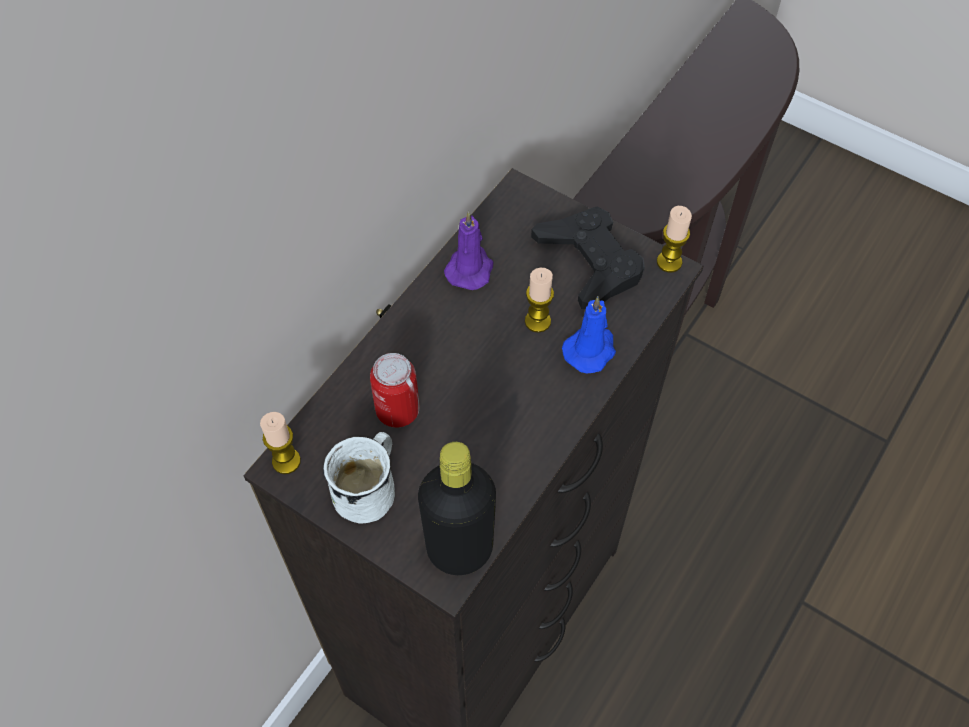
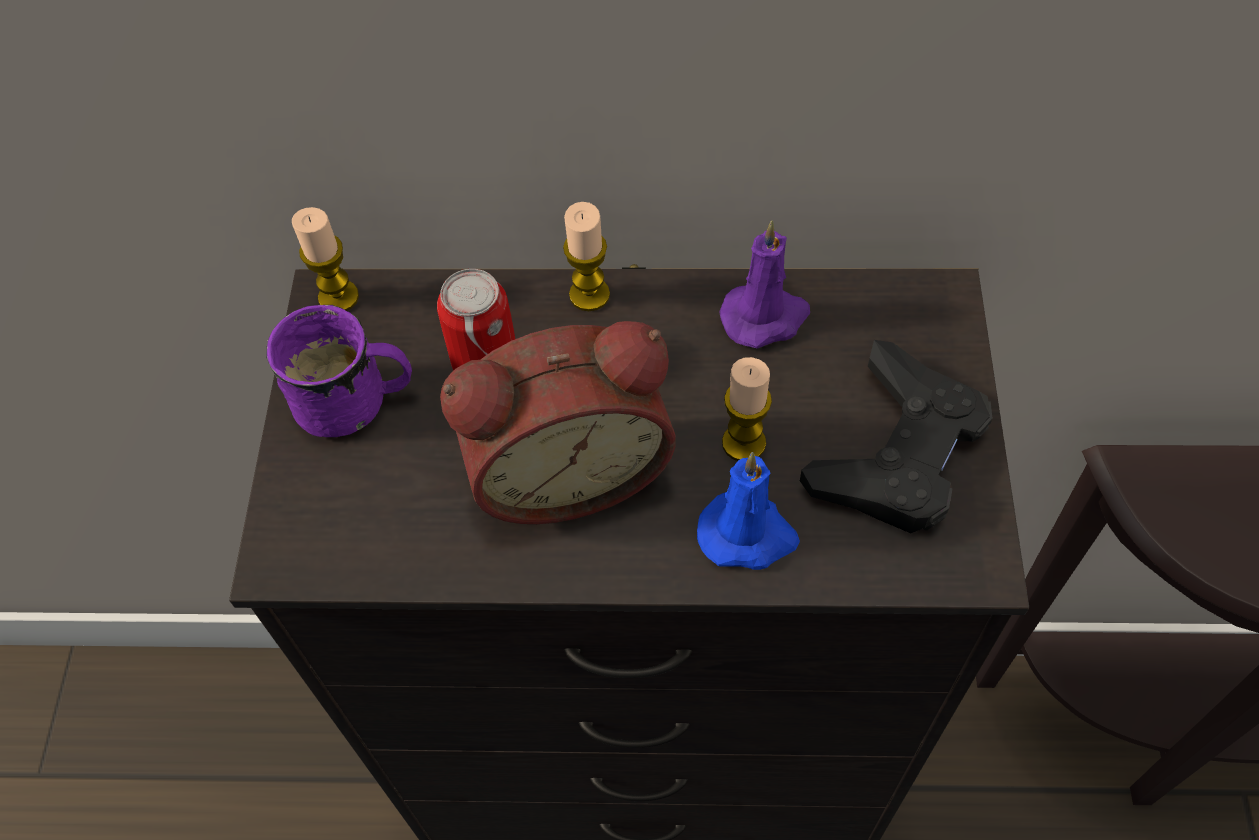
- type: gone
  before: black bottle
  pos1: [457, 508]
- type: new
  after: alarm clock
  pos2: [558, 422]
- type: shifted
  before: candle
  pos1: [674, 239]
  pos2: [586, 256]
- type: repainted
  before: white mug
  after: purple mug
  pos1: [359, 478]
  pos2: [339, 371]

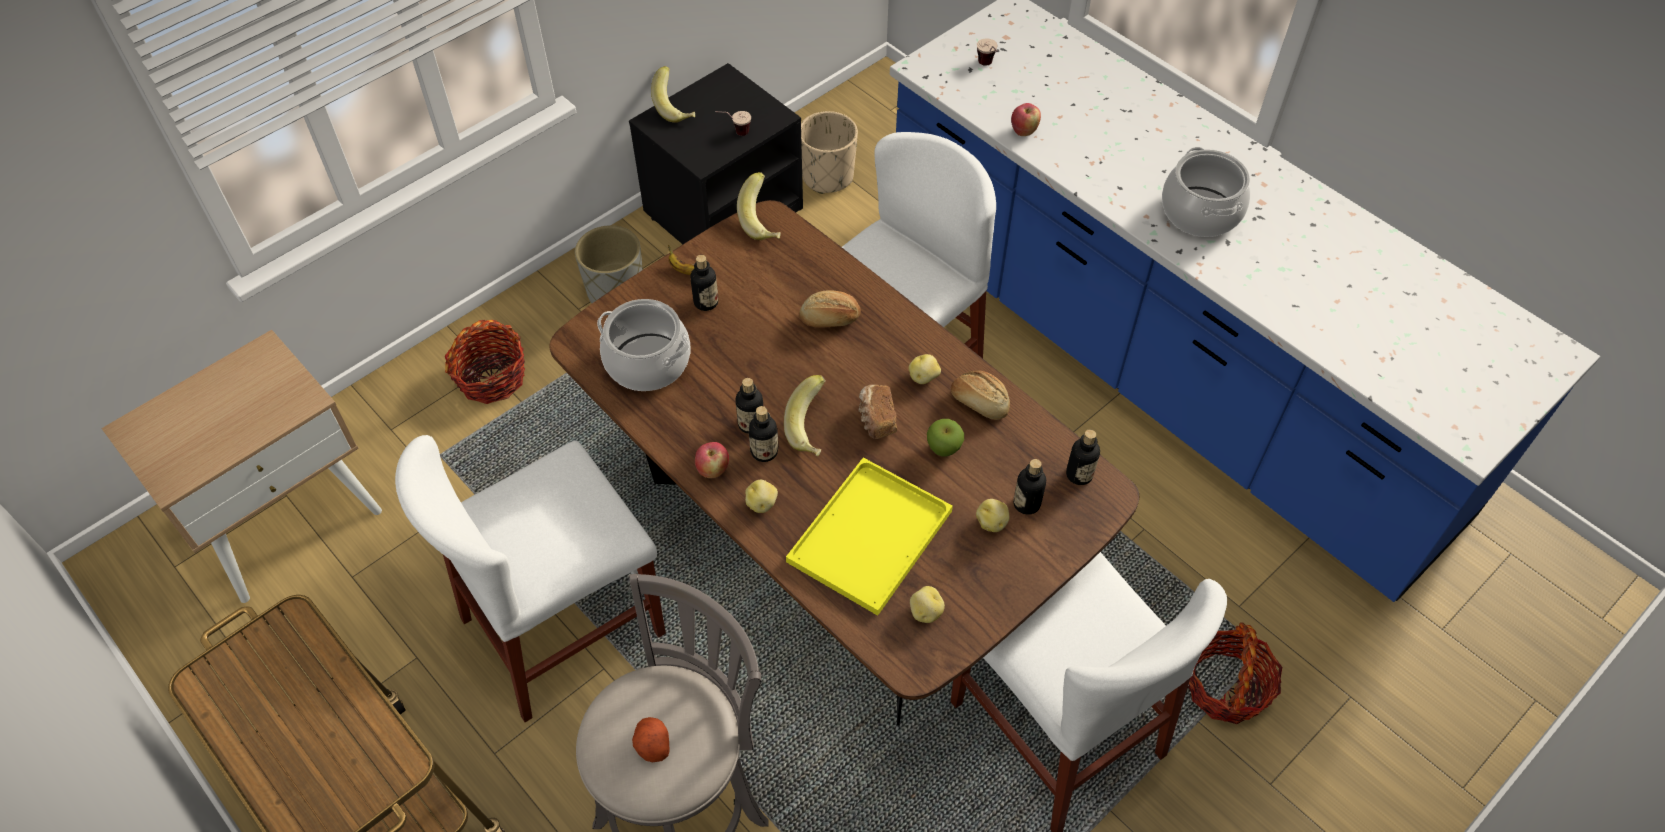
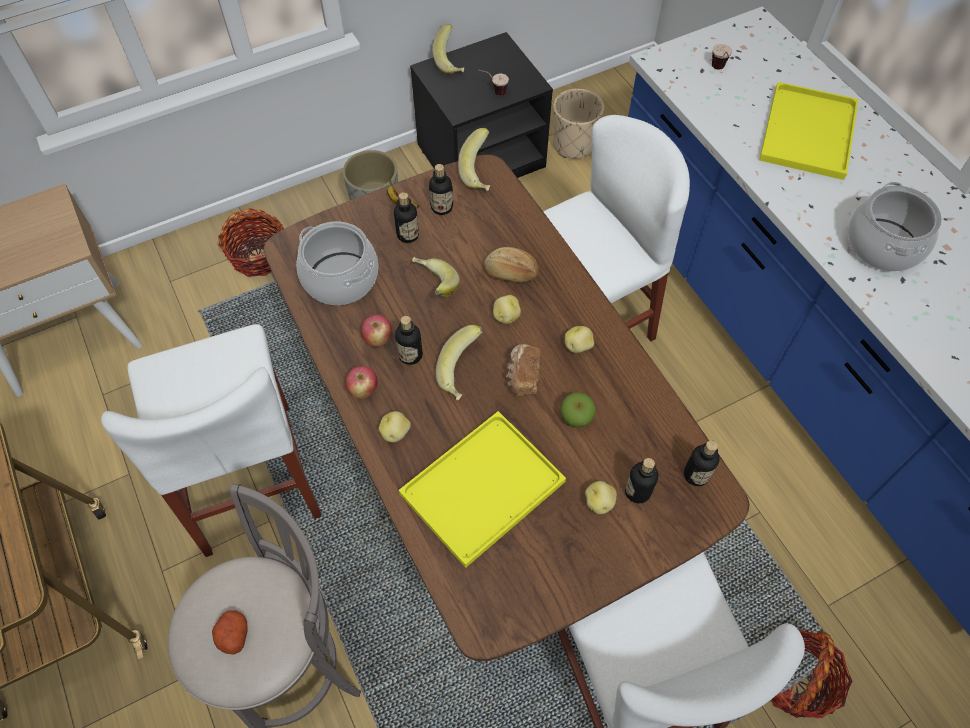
- type: gone
  before: bread
  pos1: [980, 395]
- type: new
  after: banana
  pos2: [436, 277]
- type: new
  after: yellow tray
  pos2: [809, 131]
- type: shifted
  before: bottle
  pos1: [763, 434]
  pos2: [441, 189]
- type: shifted
  before: potato
  pos1: [927, 604]
  pos2: [507, 309]
- type: shifted
  before: apple
  pos1: [1026, 119]
  pos2: [376, 331]
- type: rotated
  before: white chair
  pos1: [530, 578]
  pos2: [211, 440]
  turn: -90

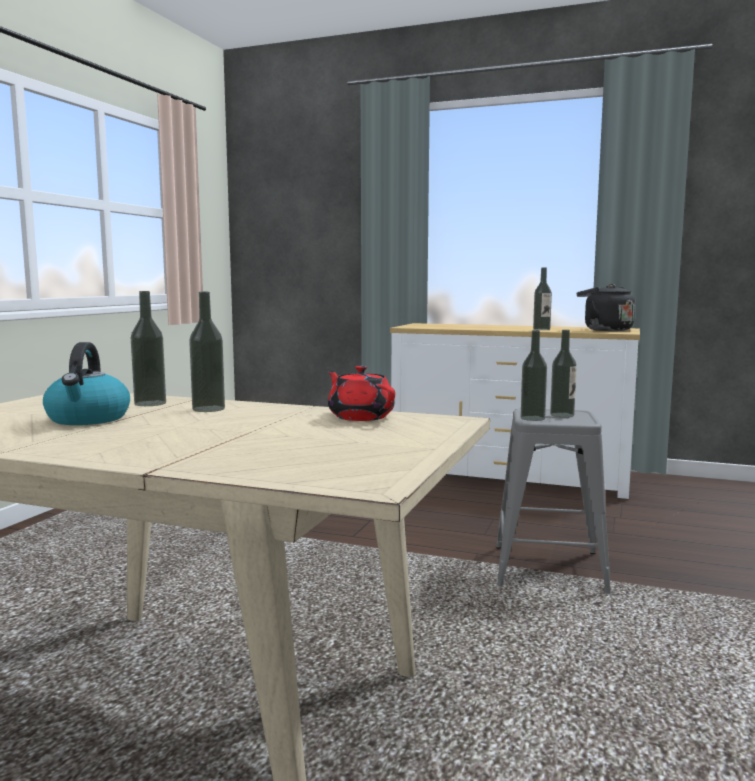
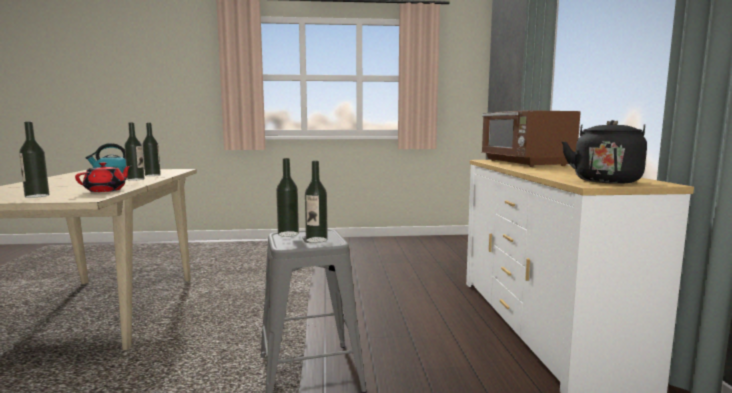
- type: new
  after: brown microwave
  pos2: [531, 138]
- type: shifted
  before: bottle
  pos1: [542, 298]
  pos2: [34, 160]

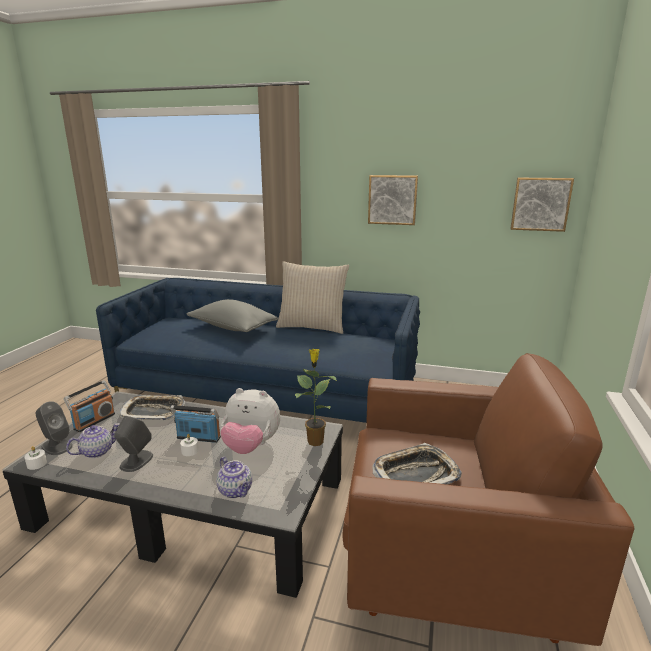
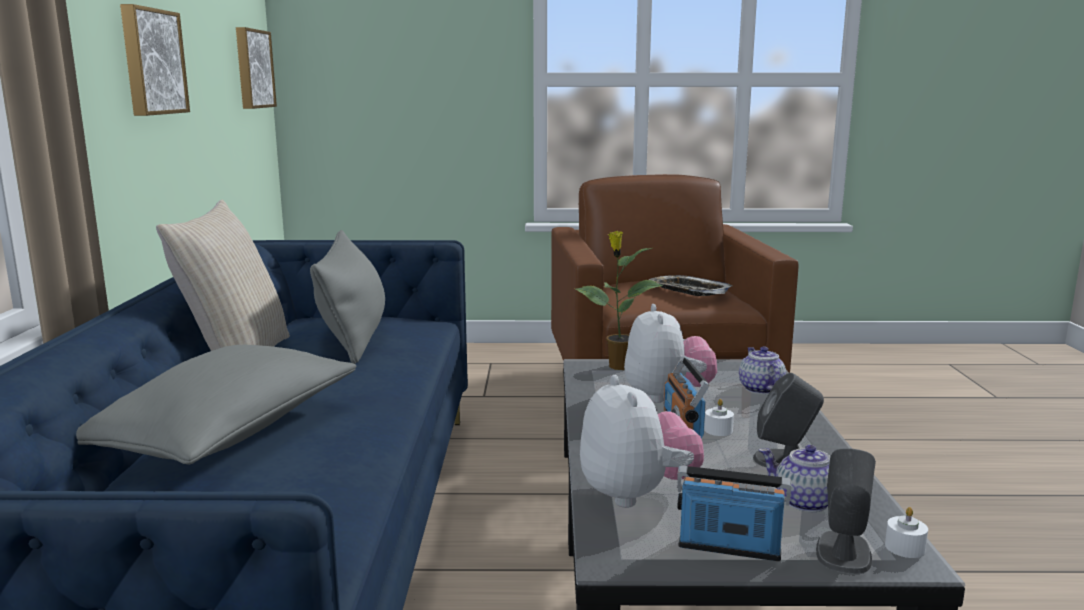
- type: new
  after: grey pillow
  pos2: [347, 297]
- type: swapped
  before: tray
  after: plush toy
  pos1: [152, 407]
  pos2: [642, 441]
- type: rotated
  before: teapot
  pos1: [234, 477]
  pos2: [762, 370]
  turn: -45

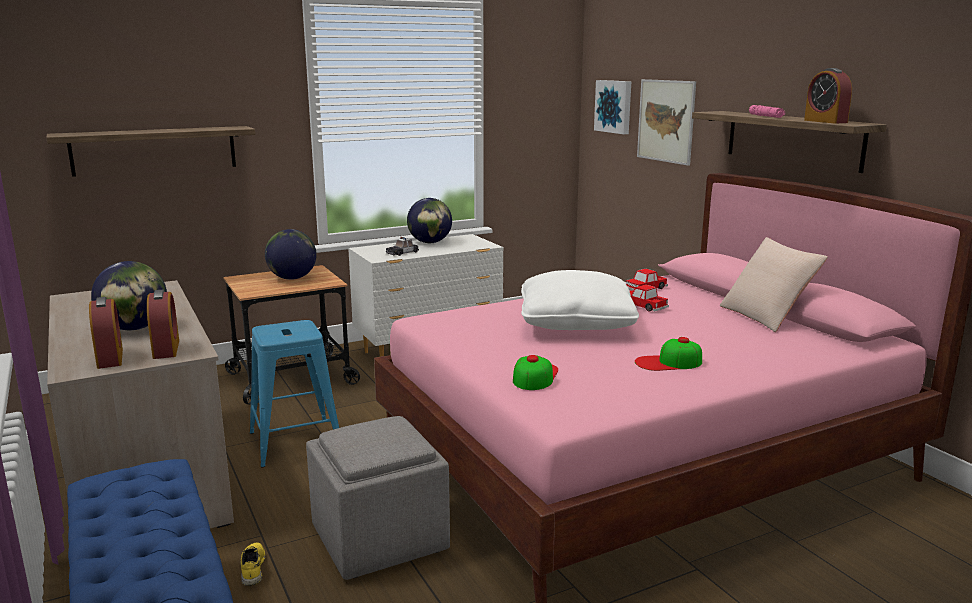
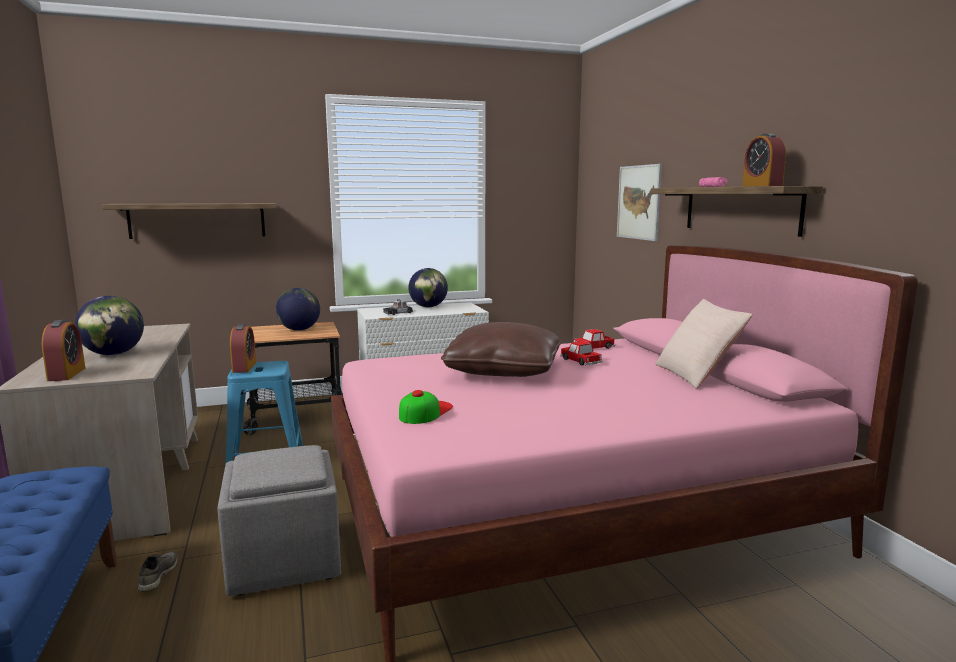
- type: gone
  before: picture
  pos1: [612, 107]
- type: gone
  before: cap
  pos1: [668, 354]
- type: shifted
  before: alarm clock
  pos1: [163, 324]
  pos2: [243, 348]
- type: repainted
  before: yellow shoe
  after: grey shoe
  pos1: [252, 564]
  pos2: [158, 572]
- type: repainted
  before: white pillow
  after: brown pillow
  pos1: [580, 300]
  pos2: [501, 349]

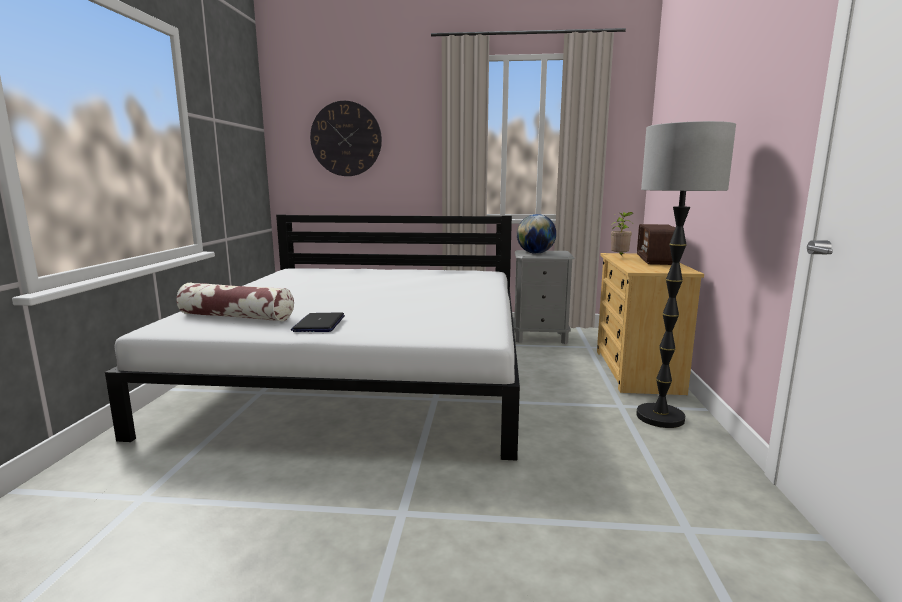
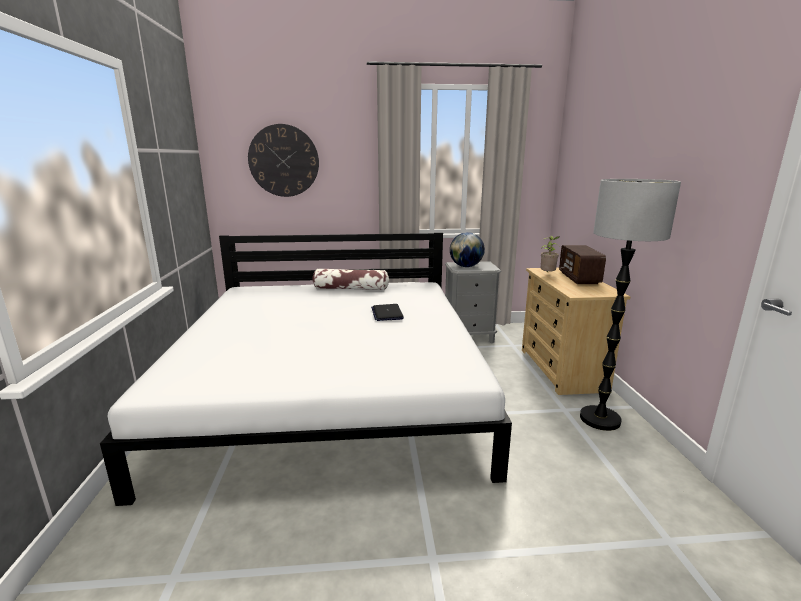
- type: shifted
  before: pillow
  pos1: [235, 302]
  pos2: [351, 279]
- type: shifted
  before: laptop
  pos1: [318, 322]
  pos2: [387, 312]

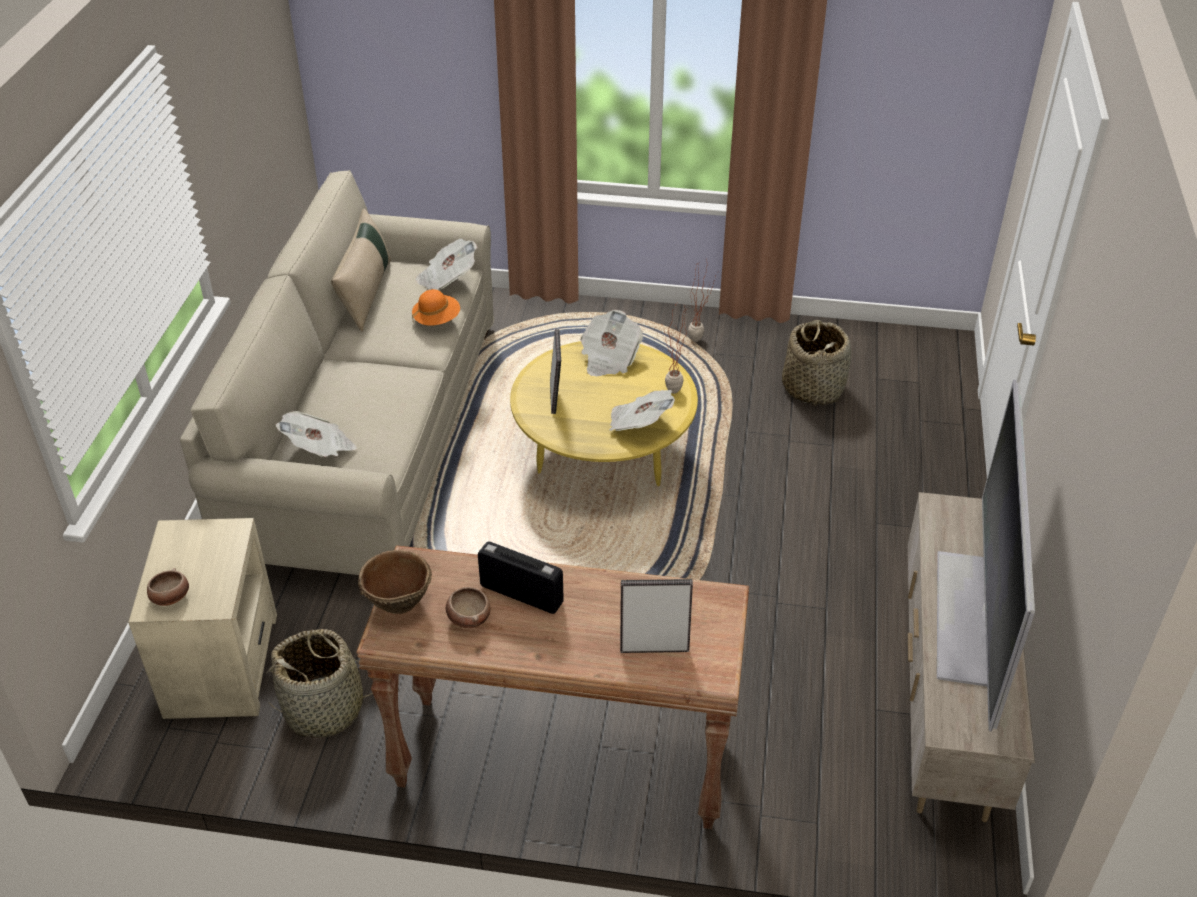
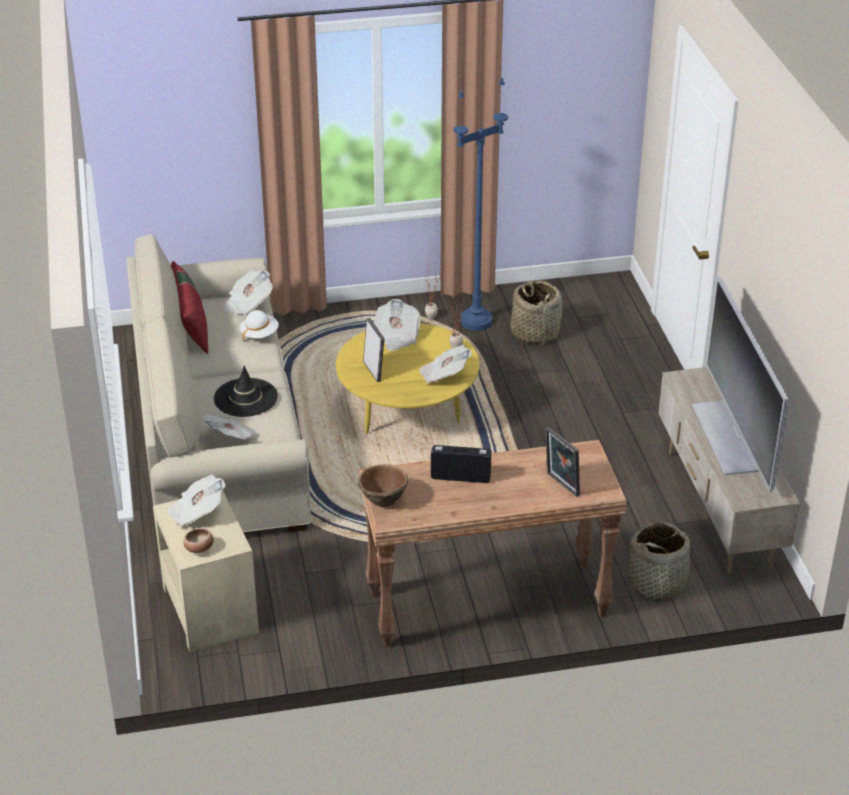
- type: gone
  before: bowl
  pos1: [468, 607]
- type: new
  after: newspaper
  pos2: [195, 501]
- type: new
  after: black hat
  pos2: [246, 391]
- type: new
  after: blue floor lamp
  pos2: [480, 204]
- type: shifted
  before: basket
  pos1: [319, 683]
  pos2: [662, 561]
- type: repainted
  before: beige pillow
  after: red pillow
  pos1: [361, 270]
  pos2: [189, 307]
- type: repainted
  before: orange hat
  after: white hat
  pos1: [436, 307]
  pos2: [259, 325]
- type: rotated
  before: picture frame
  pos1: [656, 616]
  pos2: [563, 462]
  turn: -105

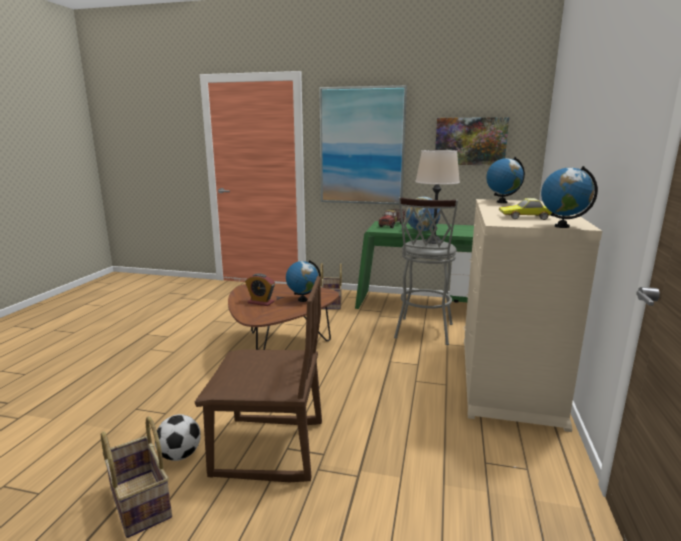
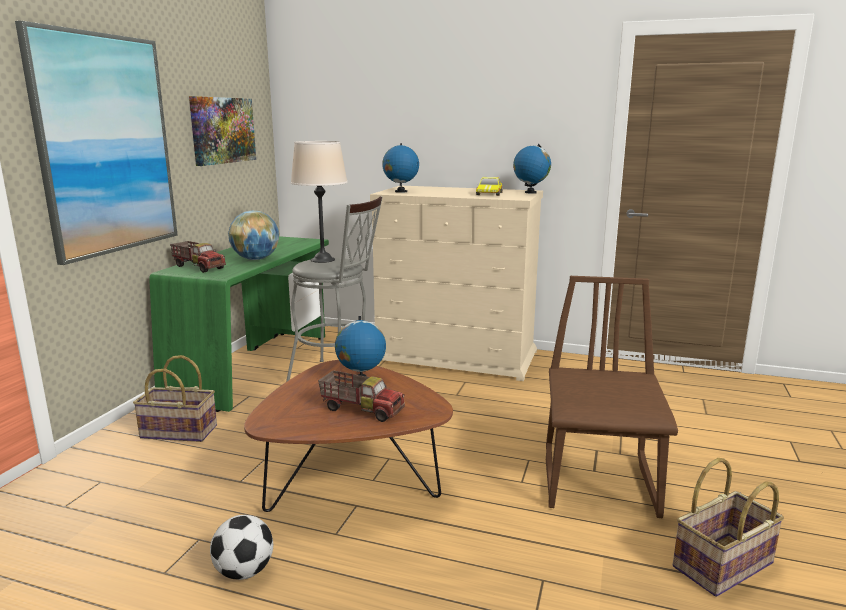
- type: shifted
  before: football
  pos1: [178, 437]
  pos2: [241, 547]
- type: swapped
  before: alarm clock
  after: toy truck
  pos1: [260, 289]
  pos2: [361, 396]

